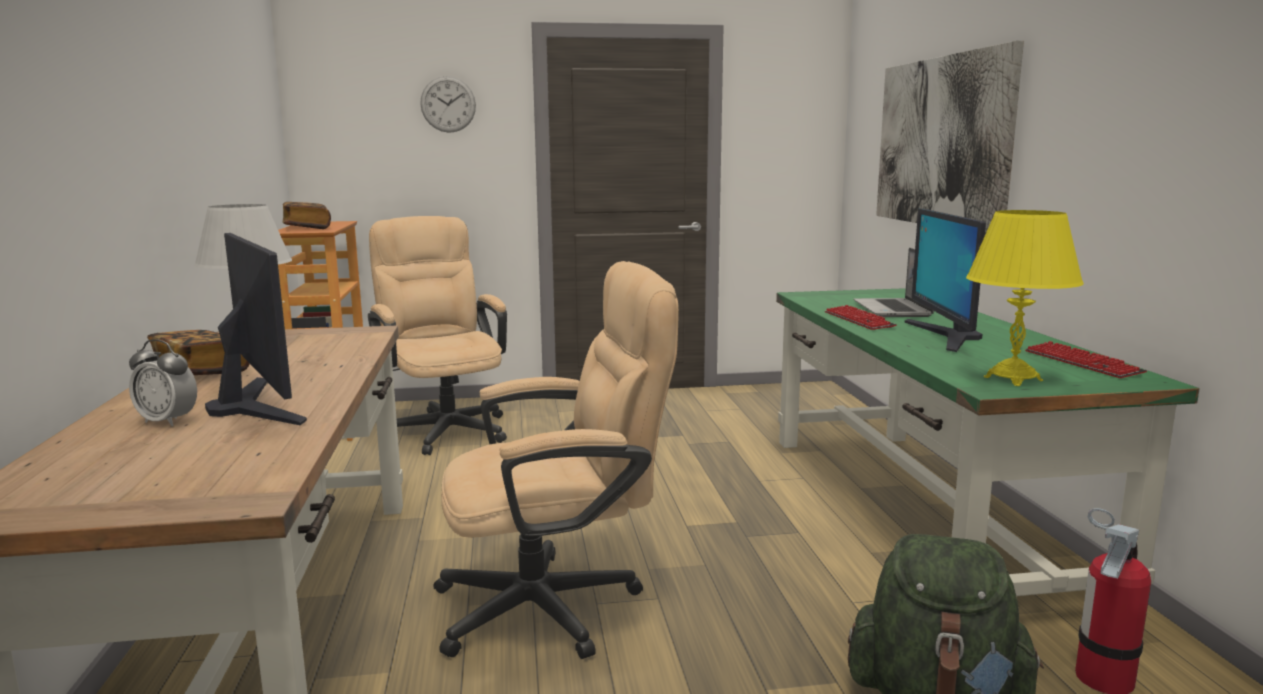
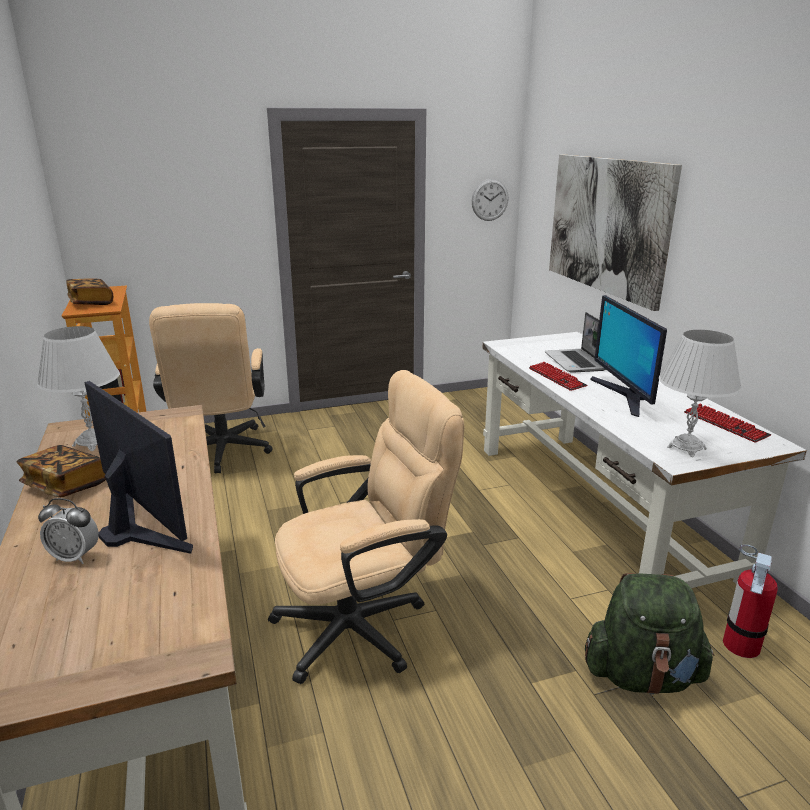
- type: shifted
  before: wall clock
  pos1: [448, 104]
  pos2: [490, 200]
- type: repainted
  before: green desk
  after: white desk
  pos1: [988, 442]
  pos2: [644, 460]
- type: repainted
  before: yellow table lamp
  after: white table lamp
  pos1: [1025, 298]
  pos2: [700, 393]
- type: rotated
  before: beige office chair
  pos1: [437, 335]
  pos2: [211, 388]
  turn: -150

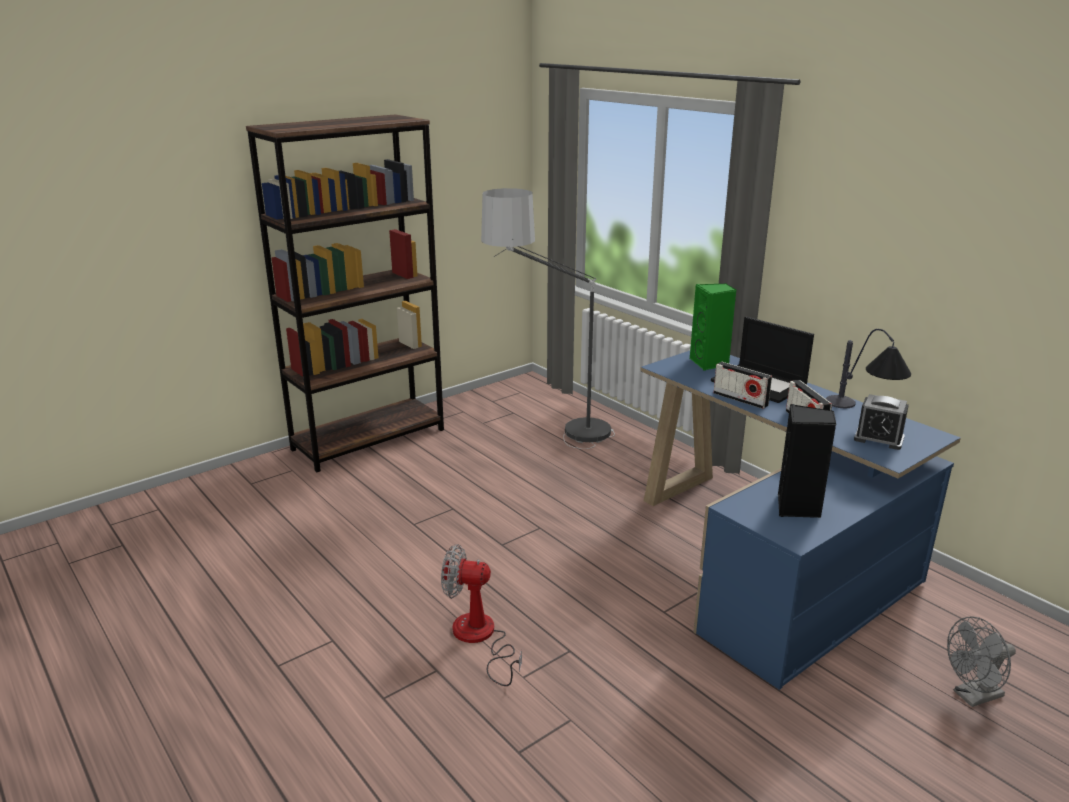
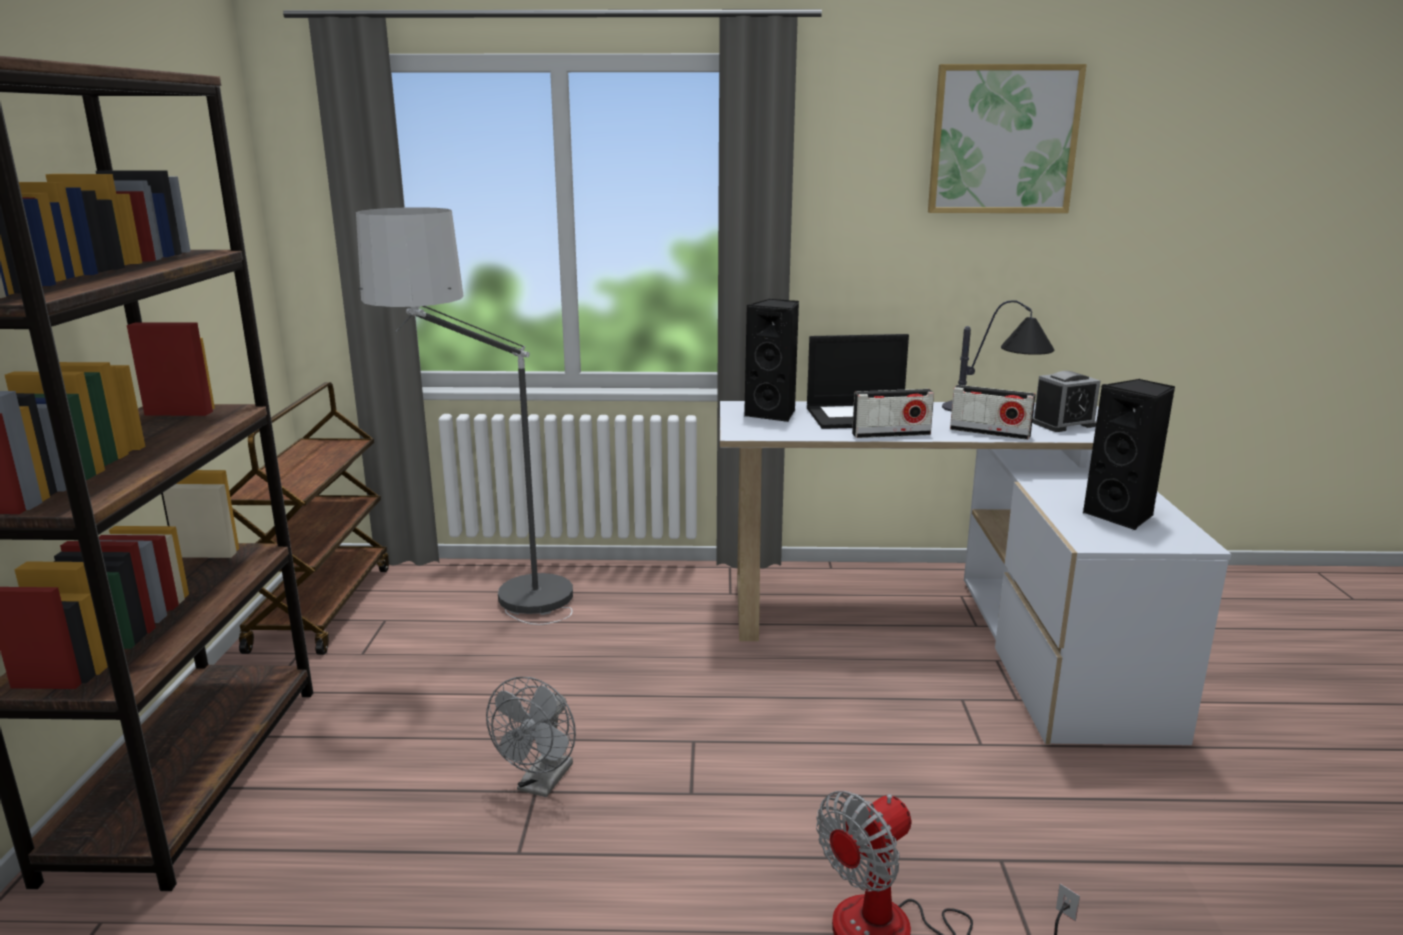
- type: new
  after: brown cart
  pos2: [309, 518]
- type: new
  after: picture
  pos2: [1007, 138]
- type: shifted
  before: grey fan
  pos1: [981, 661]
  pos2: [531, 737]
- type: repainted
  before: blue desk
  after: white desk
  pos1: [800, 520]
  pos2: [975, 573]
- type: repainted
  before: green speaker
  after: black speaker
  pos1: [713, 327]
  pos2: [771, 360]

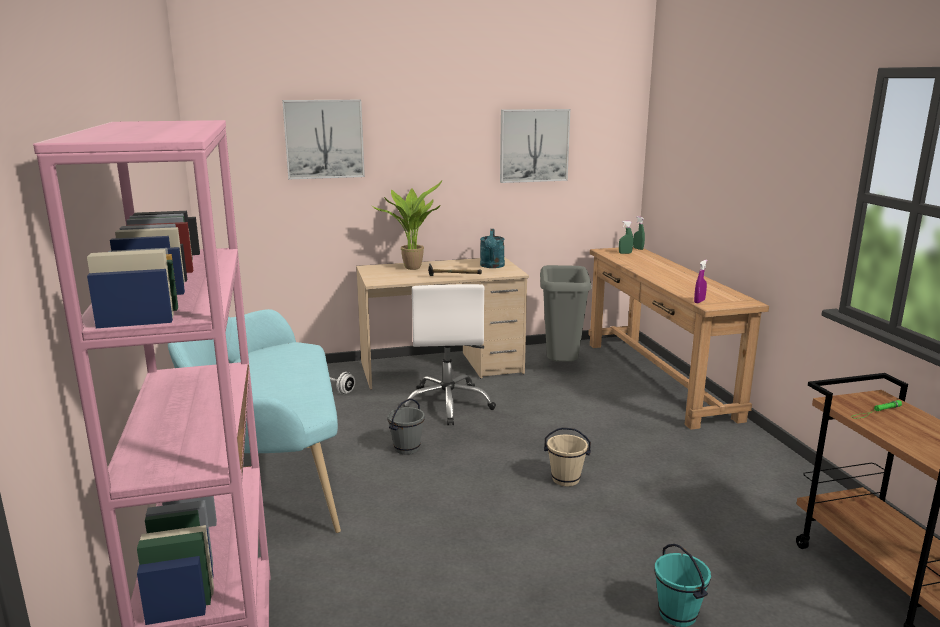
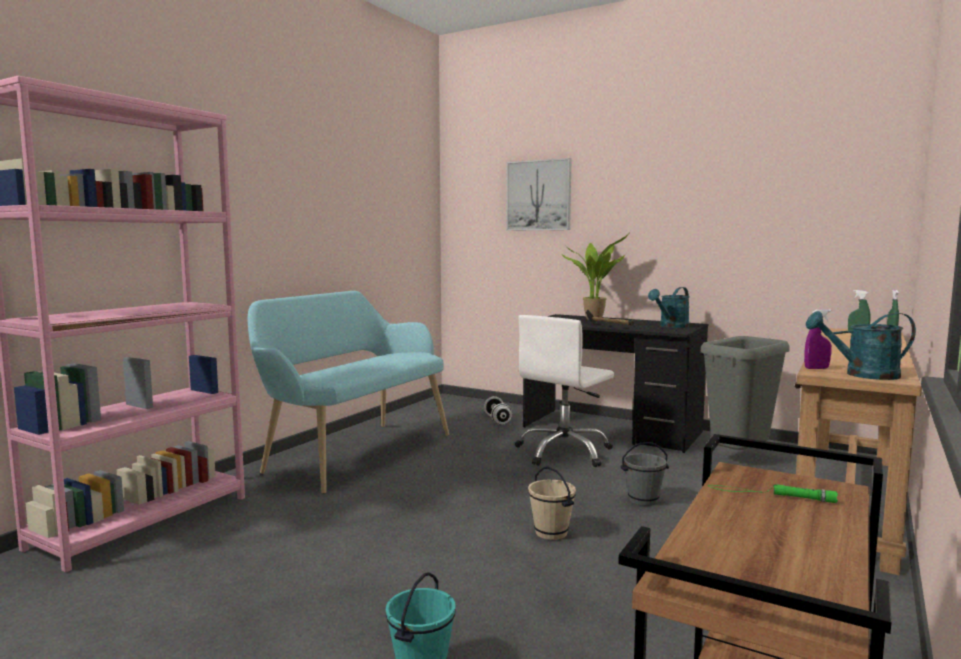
- type: gone
  before: picture
  pos1: [535, 146]
- type: new
  after: turquoise watering can
  pos2: [861, 345]
- type: shifted
  before: grey bucket
  pos1: [406, 426]
  pos2: [644, 474]
- type: repainted
  before: beige desk
  after: black desk
  pos1: [442, 323]
  pos2: [615, 383]

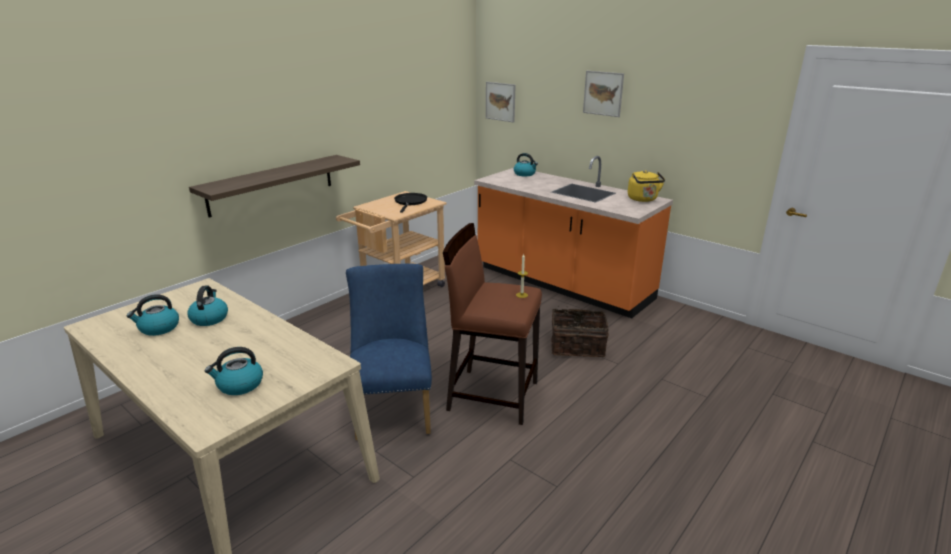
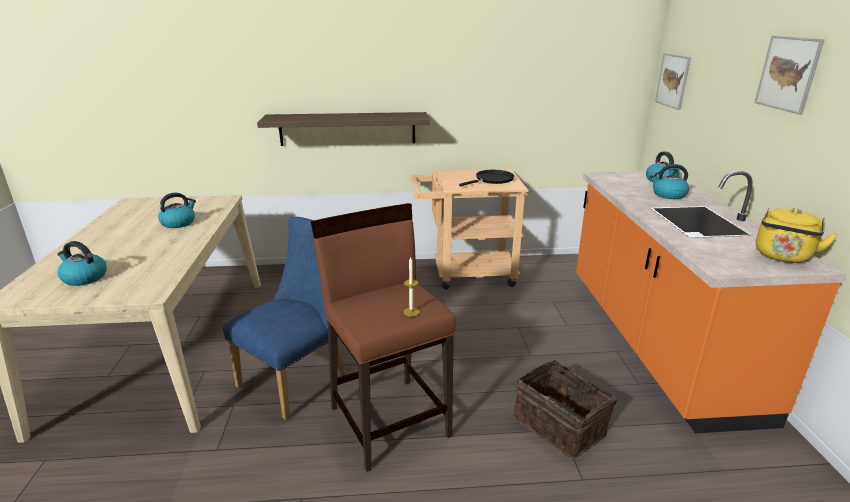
- type: shifted
  before: kettle
  pos1: [153, 315]
  pos2: [669, 181]

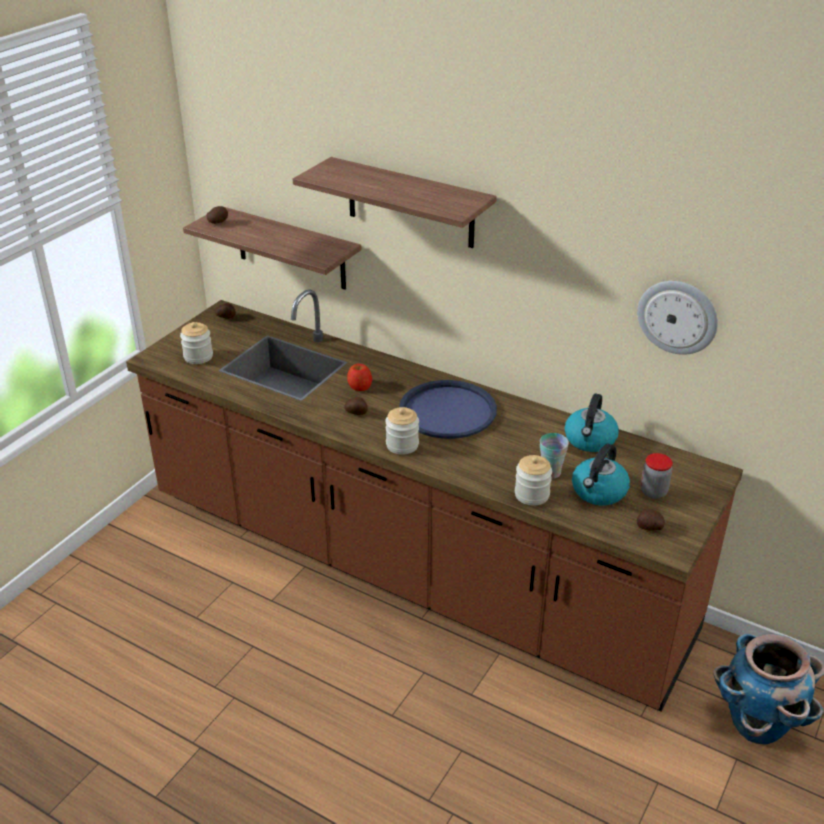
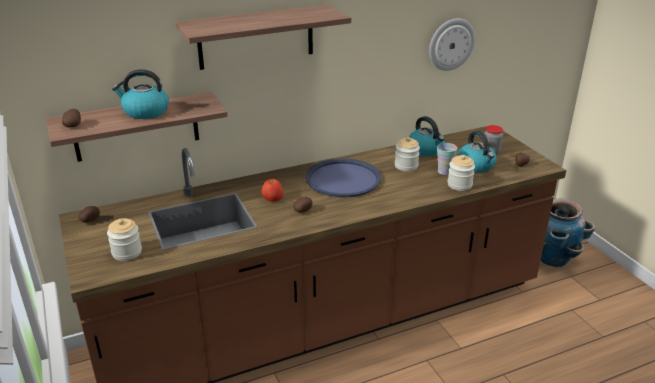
- type: new
  after: kettle
  pos2: [140, 94]
- type: shifted
  before: jar
  pos1: [402, 431]
  pos2: [407, 154]

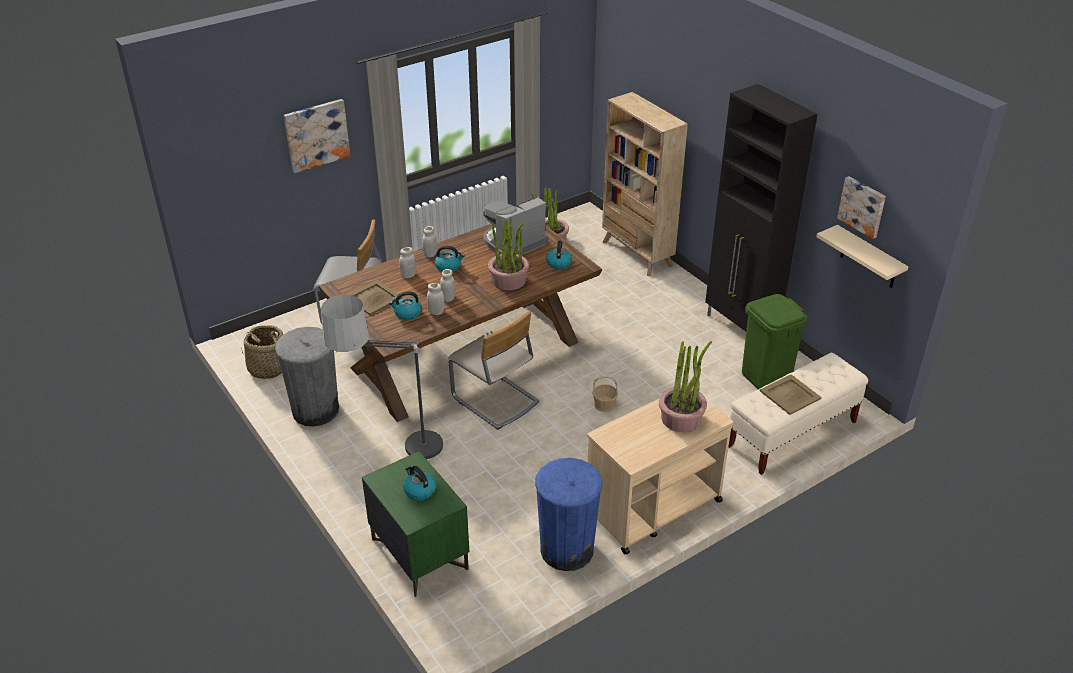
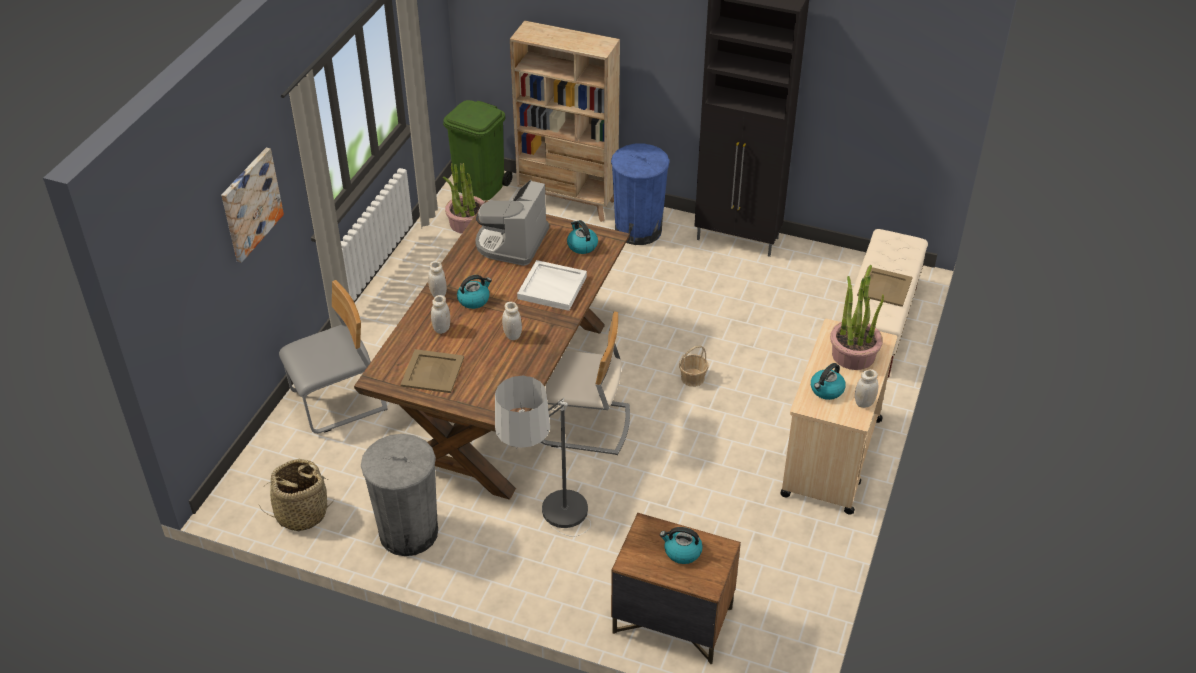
- type: gone
  before: beige shelf
  pos1: [862, 256]
- type: gone
  before: picture
  pos1: [861, 207]
- type: shifted
  before: kettle
  pos1: [405, 305]
  pos2: [828, 381]
- type: shifted
  before: white jar
  pos1: [436, 299]
  pos2: [866, 388]
- type: shifted
  before: blue trash can
  pos1: [568, 514]
  pos2: [640, 194]
- type: shifted
  before: green trash can
  pos1: [775, 341]
  pos2: [478, 150]
- type: swapped
  before: potted plant
  after: white tray
  pos1: [508, 253]
  pos2: [552, 285]
- type: repainted
  before: green nightstand
  after: brown nightstand
  pos1: [415, 524]
  pos2: [676, 588]

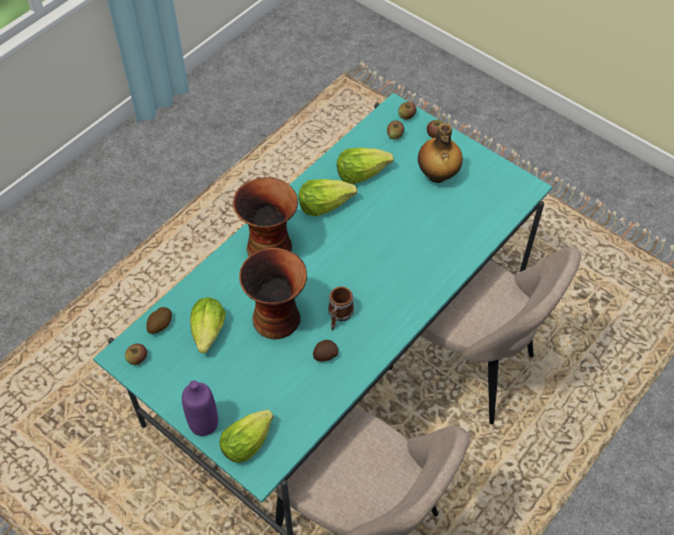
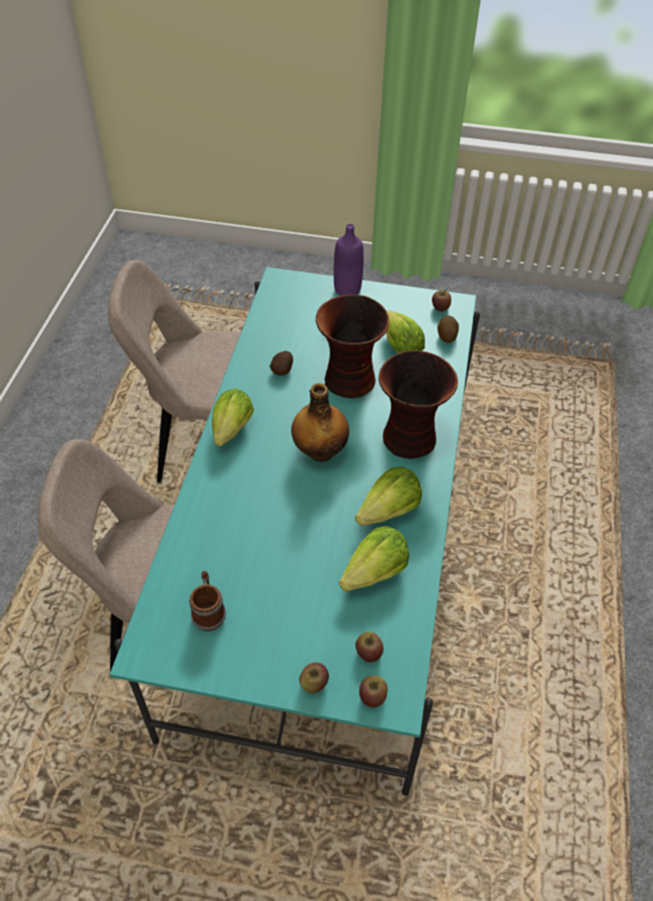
- type: shifted
  before: lettuce
  pos1: [246, 436]
  pos2: [233, 417]
- type: shifted
  before: mug
  pos1: [341, 308]
  pos2: [207, 601]
- type: shifted
  before: bottle
  pos1: [440, 153]
  pos2: [320, 422]

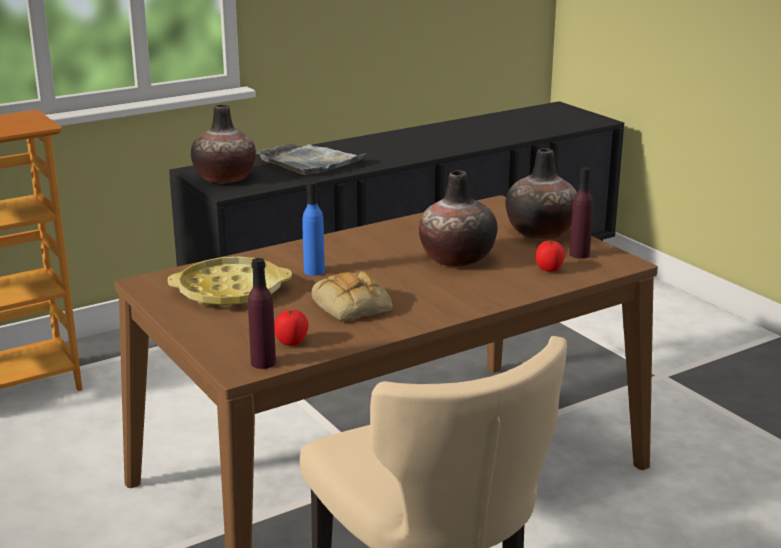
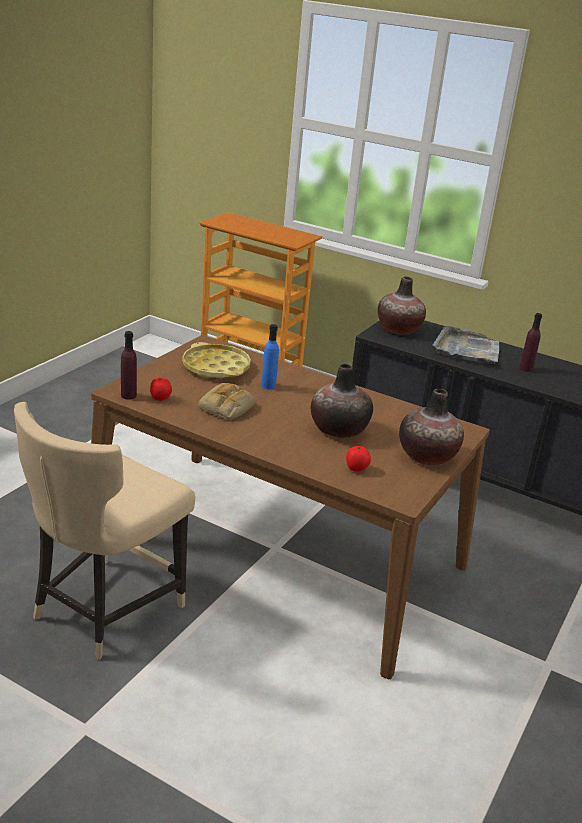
- type: shifted
  before: purple bottle
  pos1: [581, 213]
  pos2: [530, 342]

